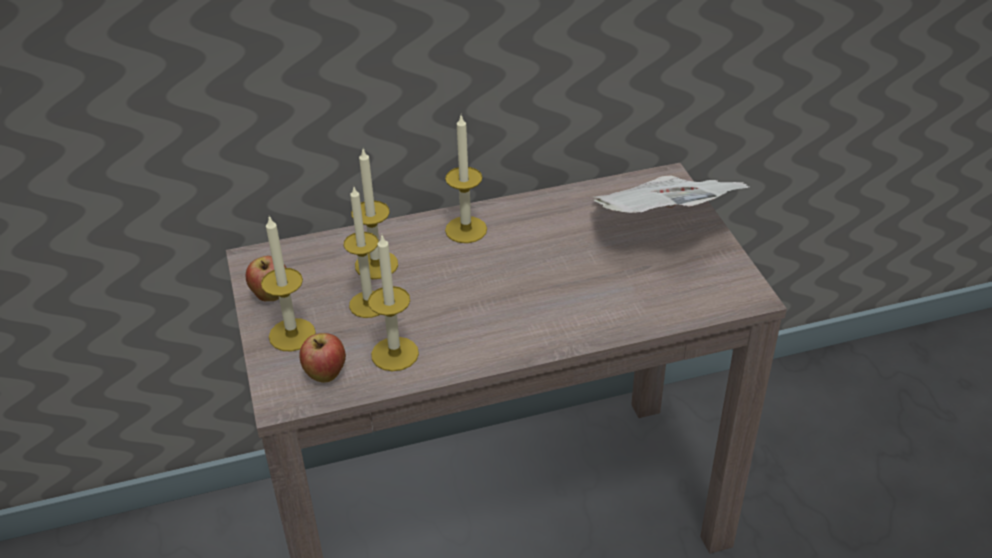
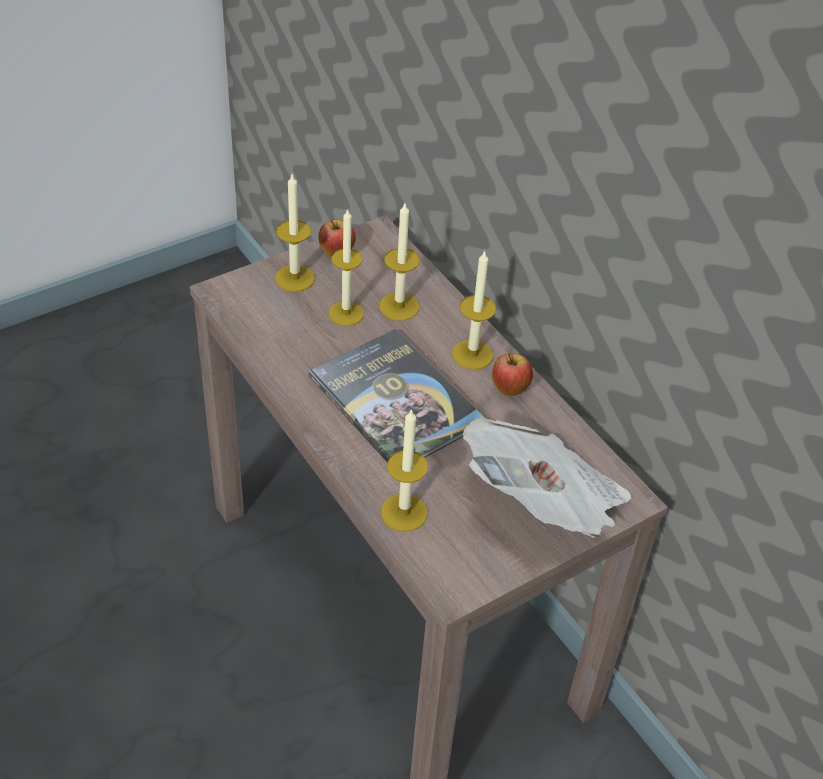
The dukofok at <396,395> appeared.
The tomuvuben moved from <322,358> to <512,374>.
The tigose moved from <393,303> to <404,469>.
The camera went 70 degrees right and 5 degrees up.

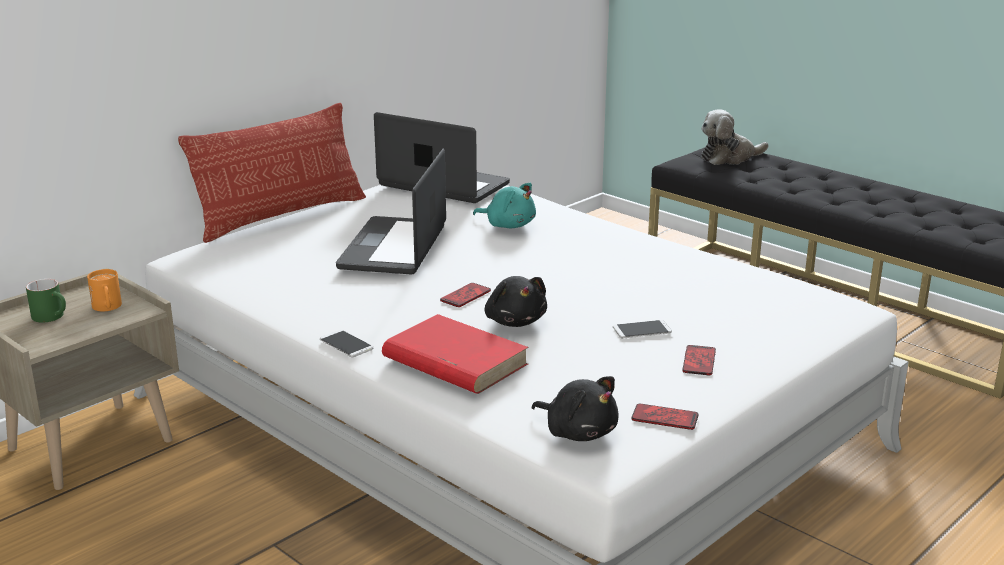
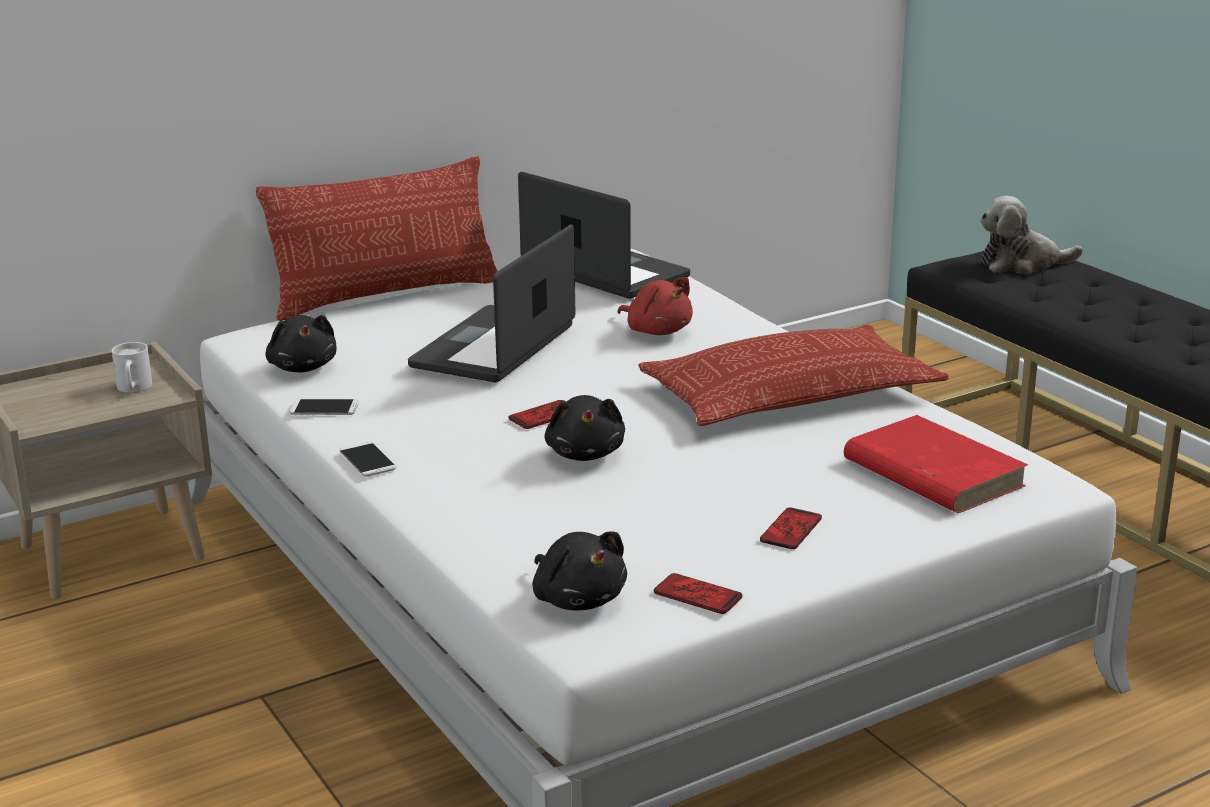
The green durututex at <46,300> disappeared.
The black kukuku at <301,343> appeared.
The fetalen at <793,375> appeared.
The red dukofok moved from <455,354> to <936,464>.
The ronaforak moved from <642,329> to <324,407>.
The orange durututex at <104,290> became the white durututex at <132,367>.
The turquoise kukuku at <504,205> became the red kukuku at <655,306>.
The camera went 15 degrees right and 0 degrees up.

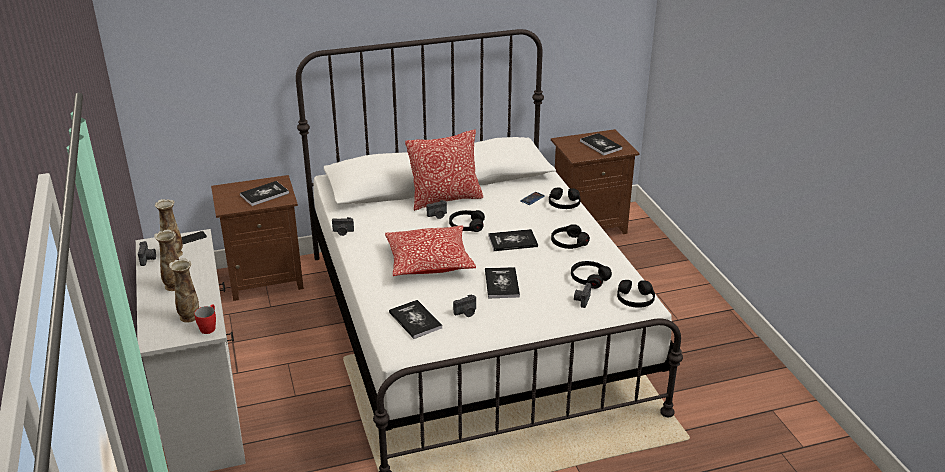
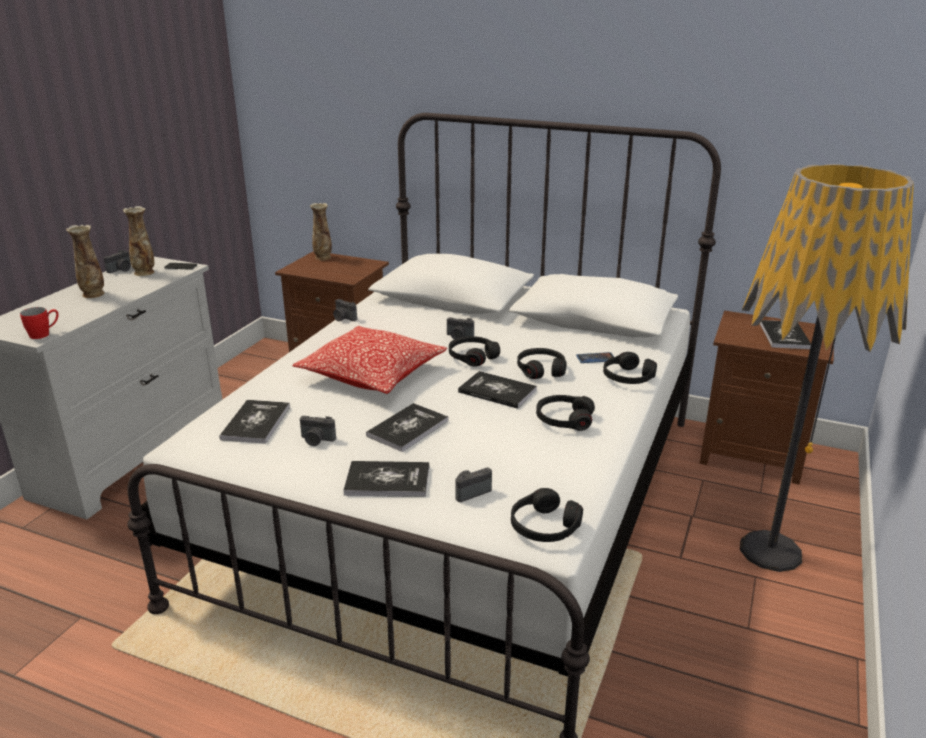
The fetalen at <444,170> disappeared.
The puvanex at <827,368> appeared.
The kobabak moved from <184,290> to <321,231>.
The dukofok moved from <264,193> to <386,479>.
The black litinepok moved from <591,275> to <542,363>.
The camera went 40 degrees right and 5 degrees down.

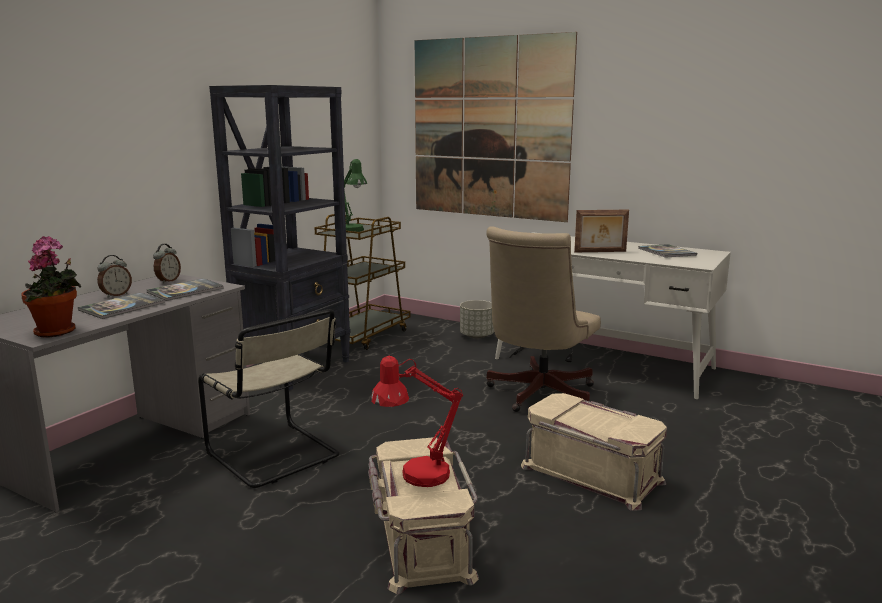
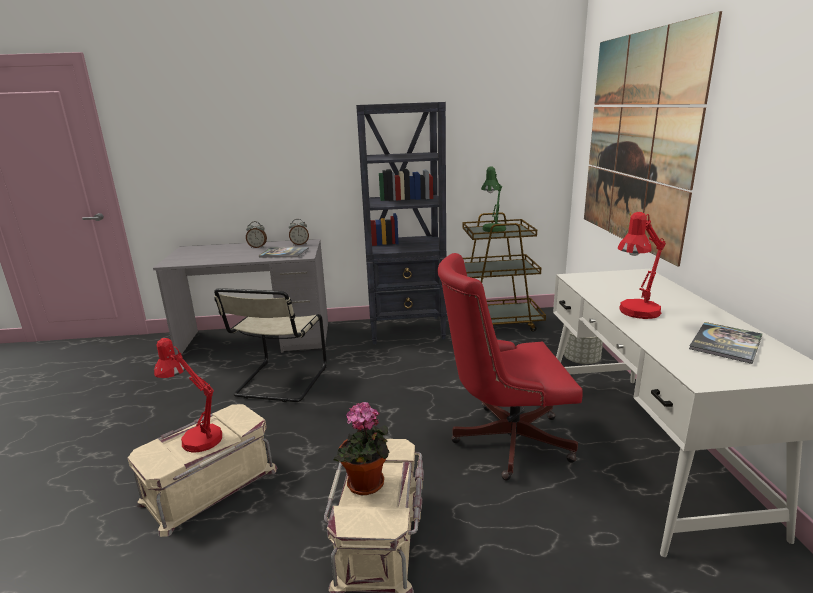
The dukofok at <121,305> disappeared.
The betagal moved from <51,287> to <362,448>.
The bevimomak at <601,231> was replaced by the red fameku at <642,265>.
The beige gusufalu at <543,319> became the red gusufalu at <509,367>.
The camera went 55 degrees right and 5 degrees up.

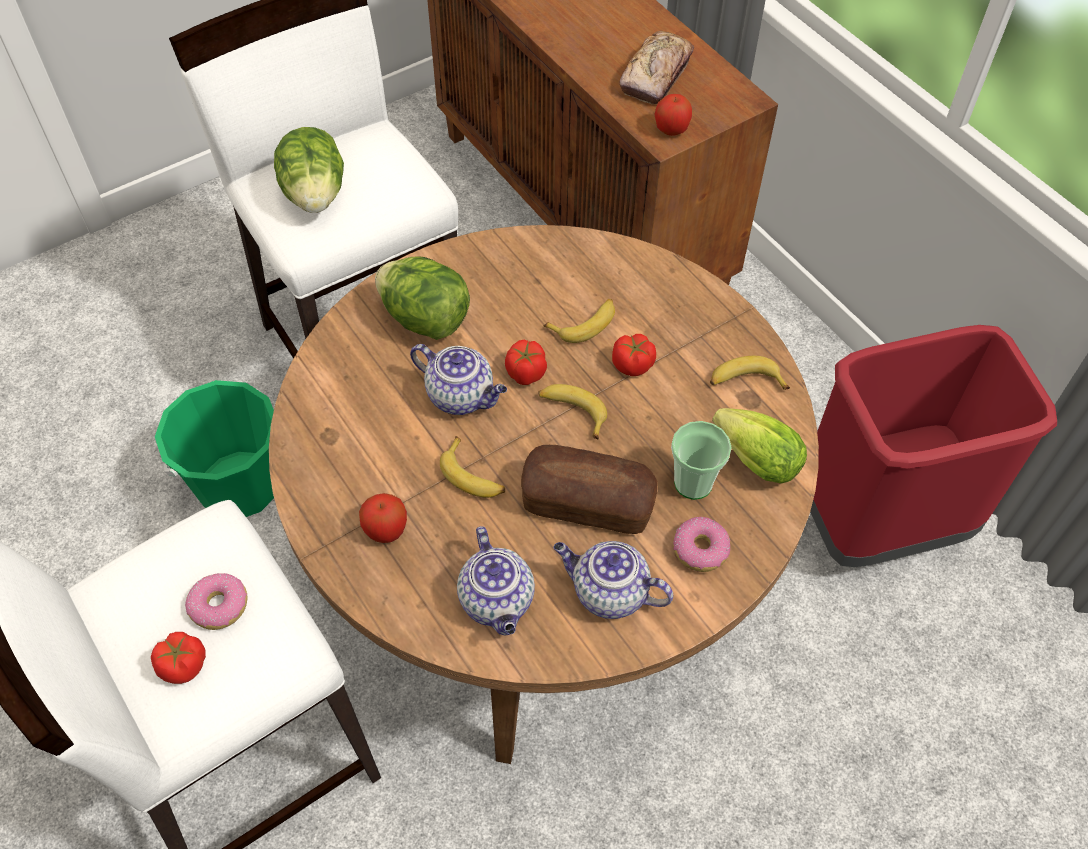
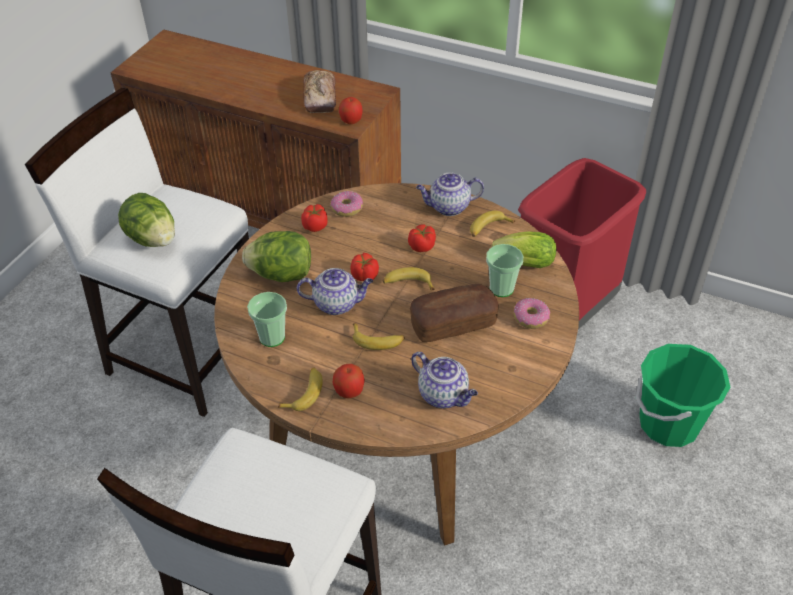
The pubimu at <267,319> appeared.
The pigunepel moved from <178,658> to <314,218>.
The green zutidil moved from <214,448> to <683,395>.
The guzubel moved from <216,601> to <347,204>.
The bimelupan moved from <579,321> to <300,389>.
The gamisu moved from <613,580> to <450,194>.
The camera went 30 degrees left and 10 degrees down.

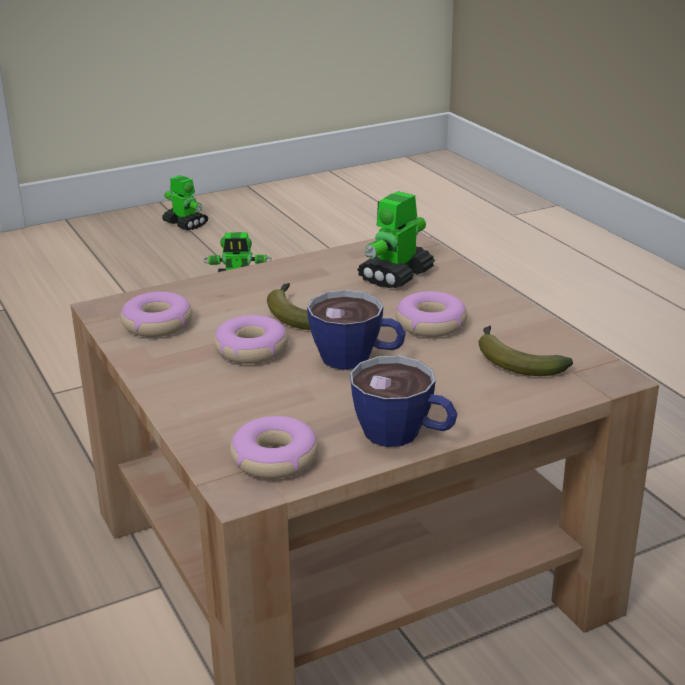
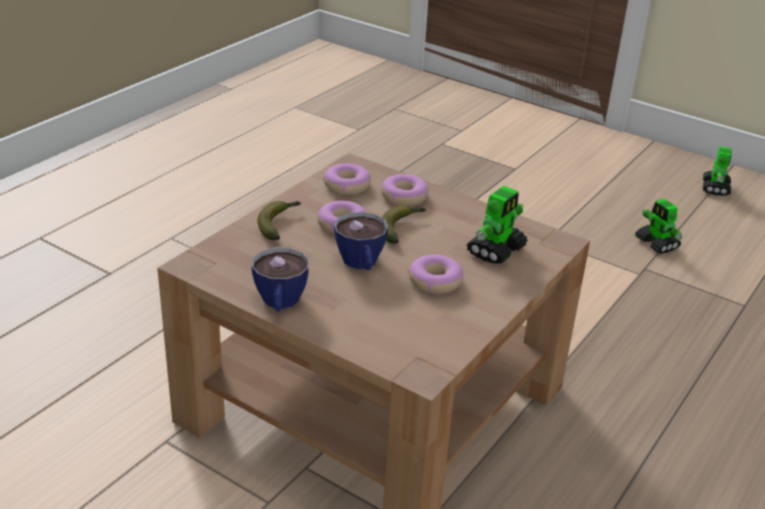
The guzubel moved from <274,447> to <405,190>.
The bimelupan moved from <526,351> to <279,220>.
The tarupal at <396,239> turned 120 degrees clockwise.
The camera went 60 degrees right and 5 degrees up.

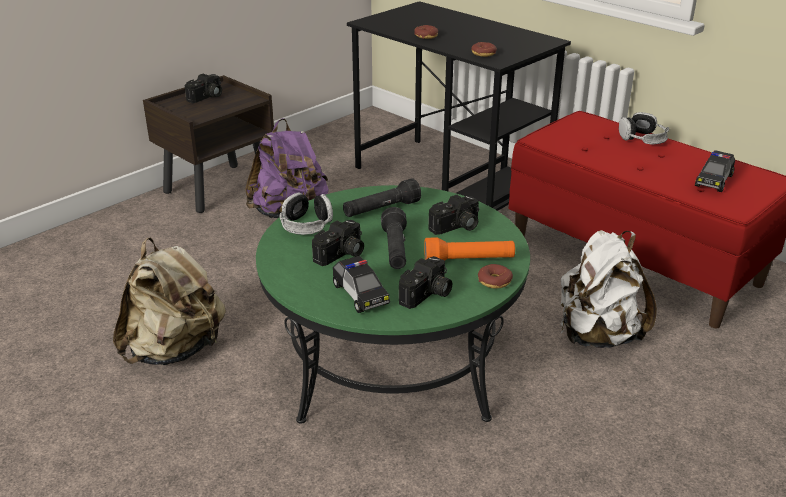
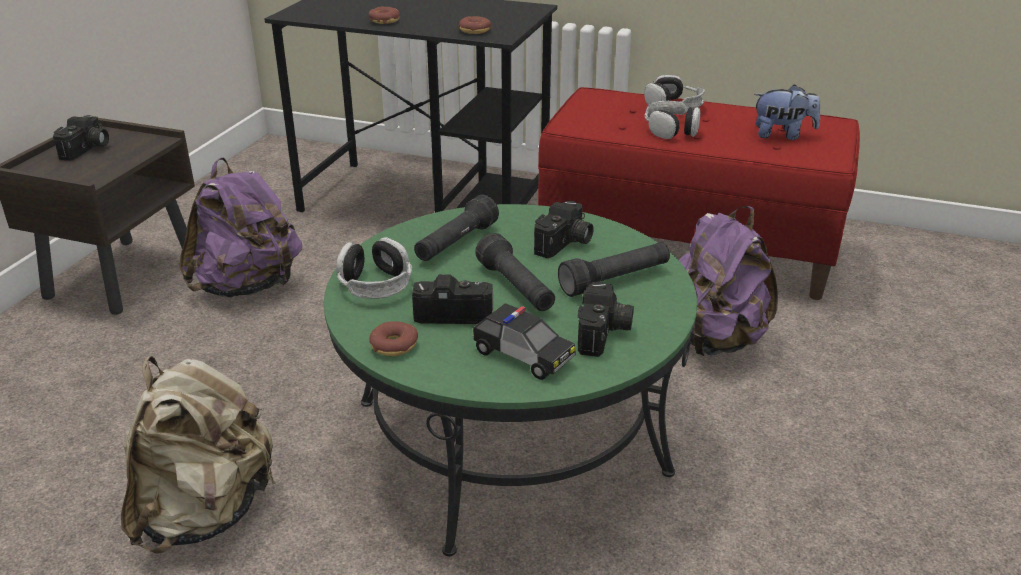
The litinepok at <672,120> appeared.
The guzubel moved from <495,276> to <393,338>.
The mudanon at <715,171> was replaced by the kukuku at <787,112>.
The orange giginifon at <469,248> became the black giginifon at <614,269>.
The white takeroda at <609,289> became the purple takeroda at <728,281>.
The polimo at <338,243> turned 105 degrees counterclockwise.
The camera went 25 degrees left and 0 degrees up.

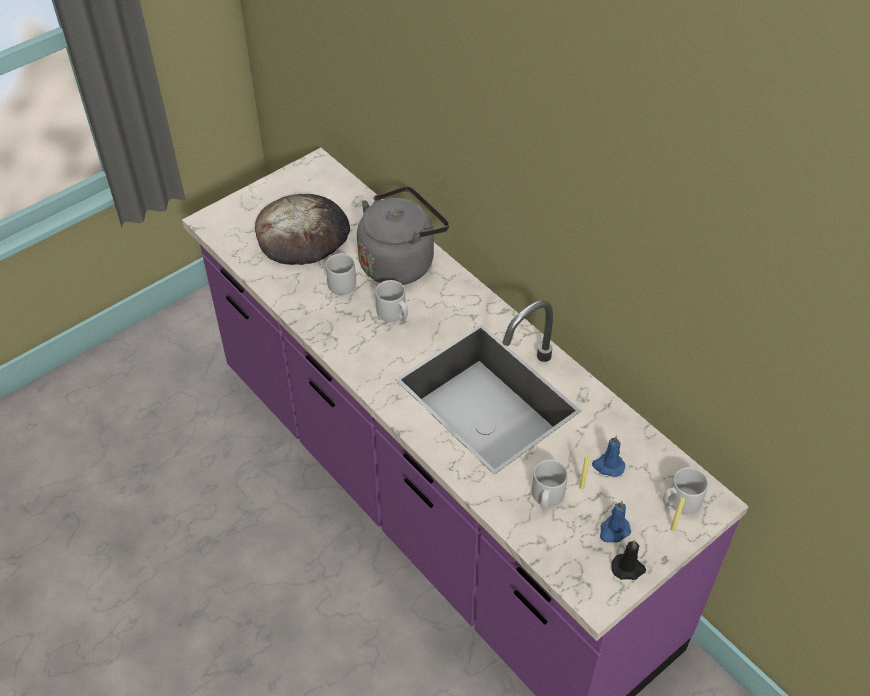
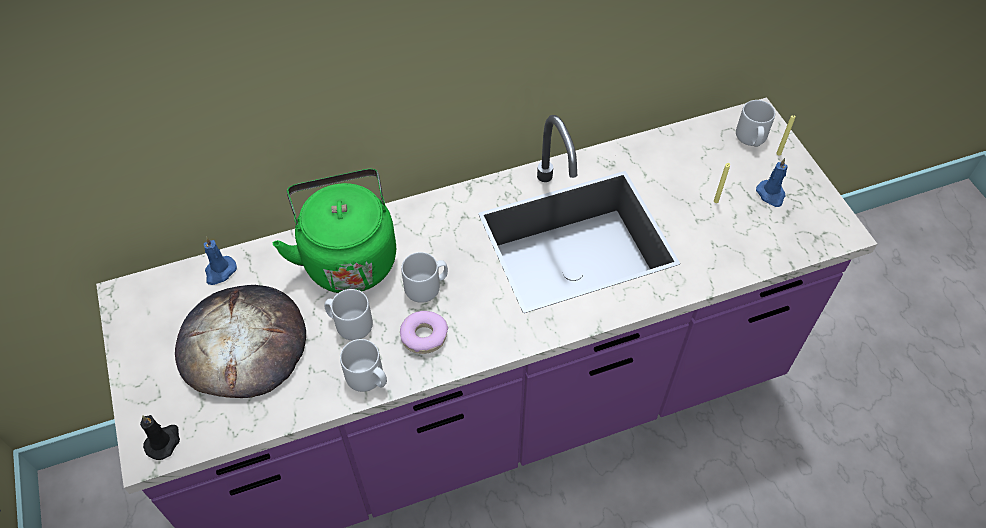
The guzubel at <424,332> appeared.
The grey durututex moved from <550,484> to <363,365>.
The blue tigose moved from <608,456> to <220,261>.
The black tigose moved from <628,560> to <160,437>.
The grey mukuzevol at <403,235> became the green mukuzevol at <334,231>.
The camera went 70 degrees left and 5 degrees up.

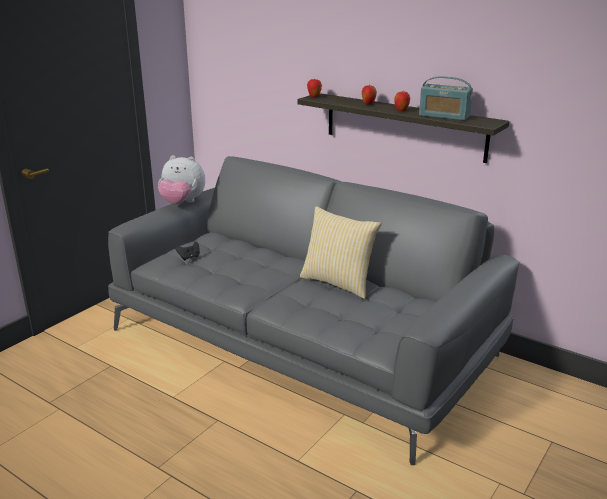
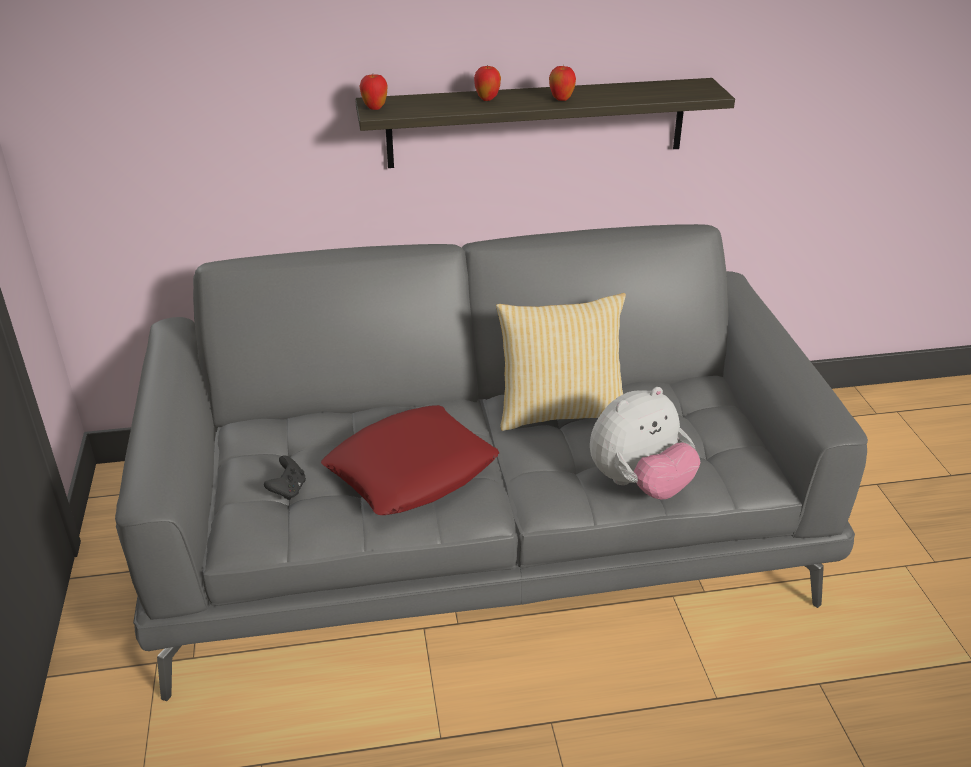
The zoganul at <446,98> disappeared.
The red fetalen at <410,460> appeared.
The kukuku moved from <181,180> to <645,443>.
The camera went 45 degrees left and 10 degrees up.

